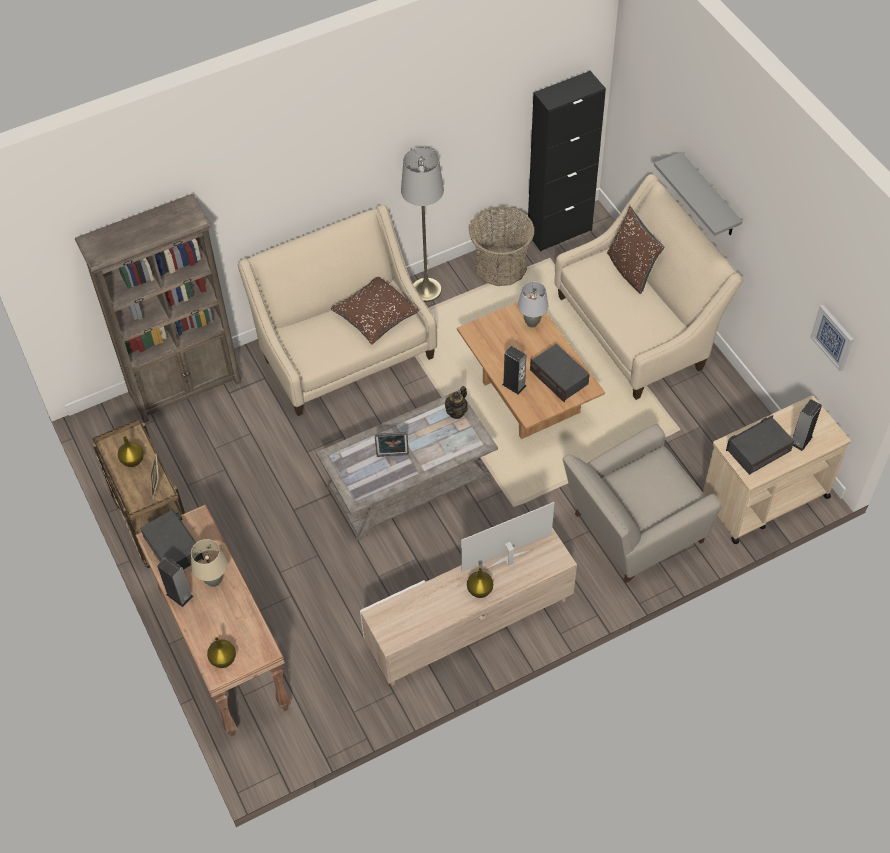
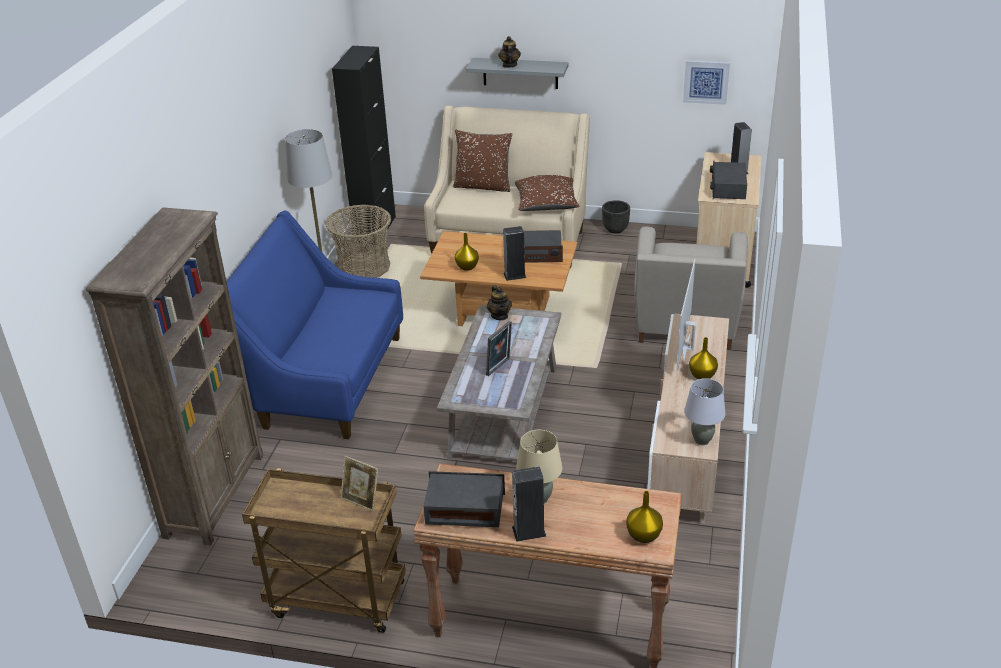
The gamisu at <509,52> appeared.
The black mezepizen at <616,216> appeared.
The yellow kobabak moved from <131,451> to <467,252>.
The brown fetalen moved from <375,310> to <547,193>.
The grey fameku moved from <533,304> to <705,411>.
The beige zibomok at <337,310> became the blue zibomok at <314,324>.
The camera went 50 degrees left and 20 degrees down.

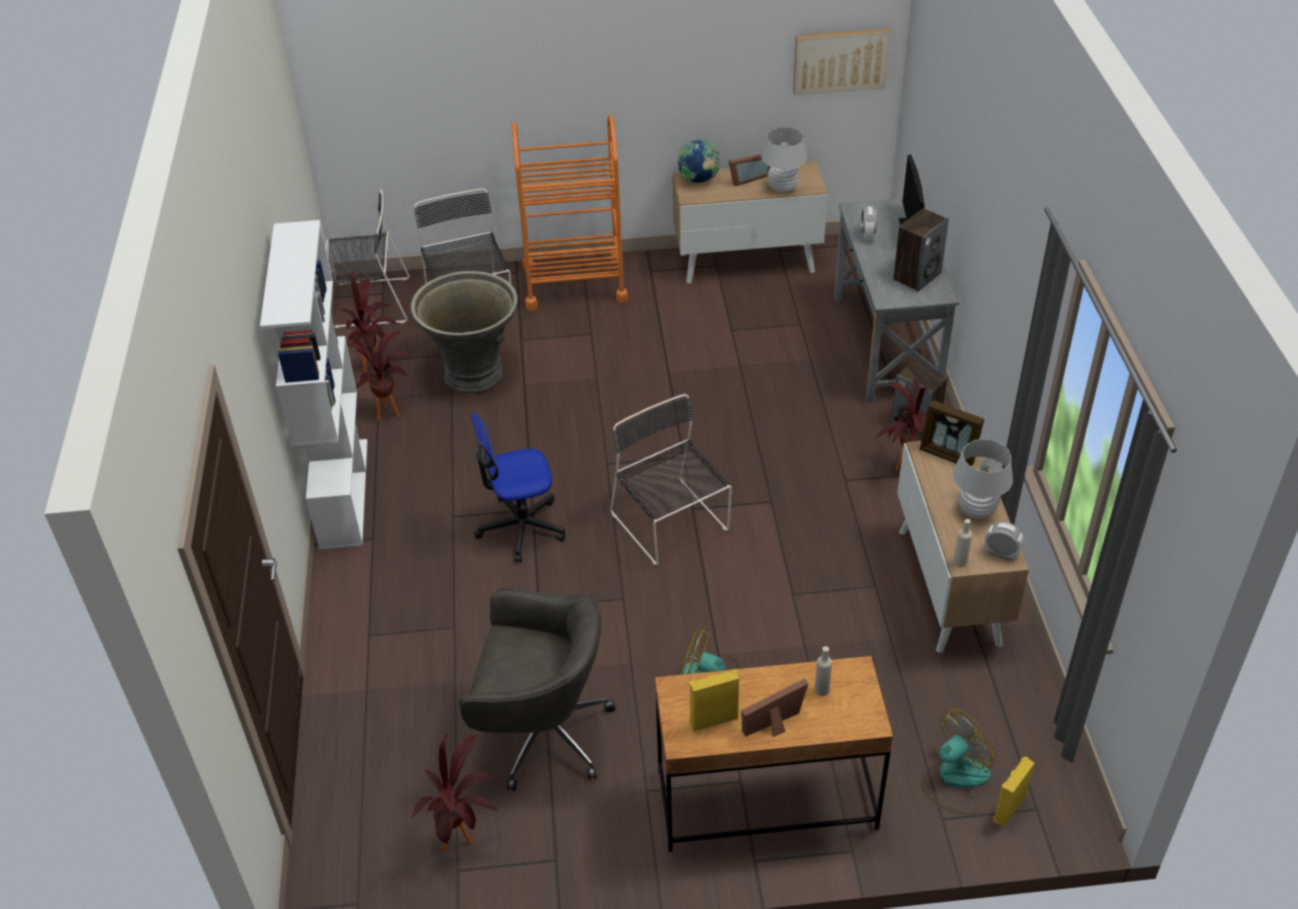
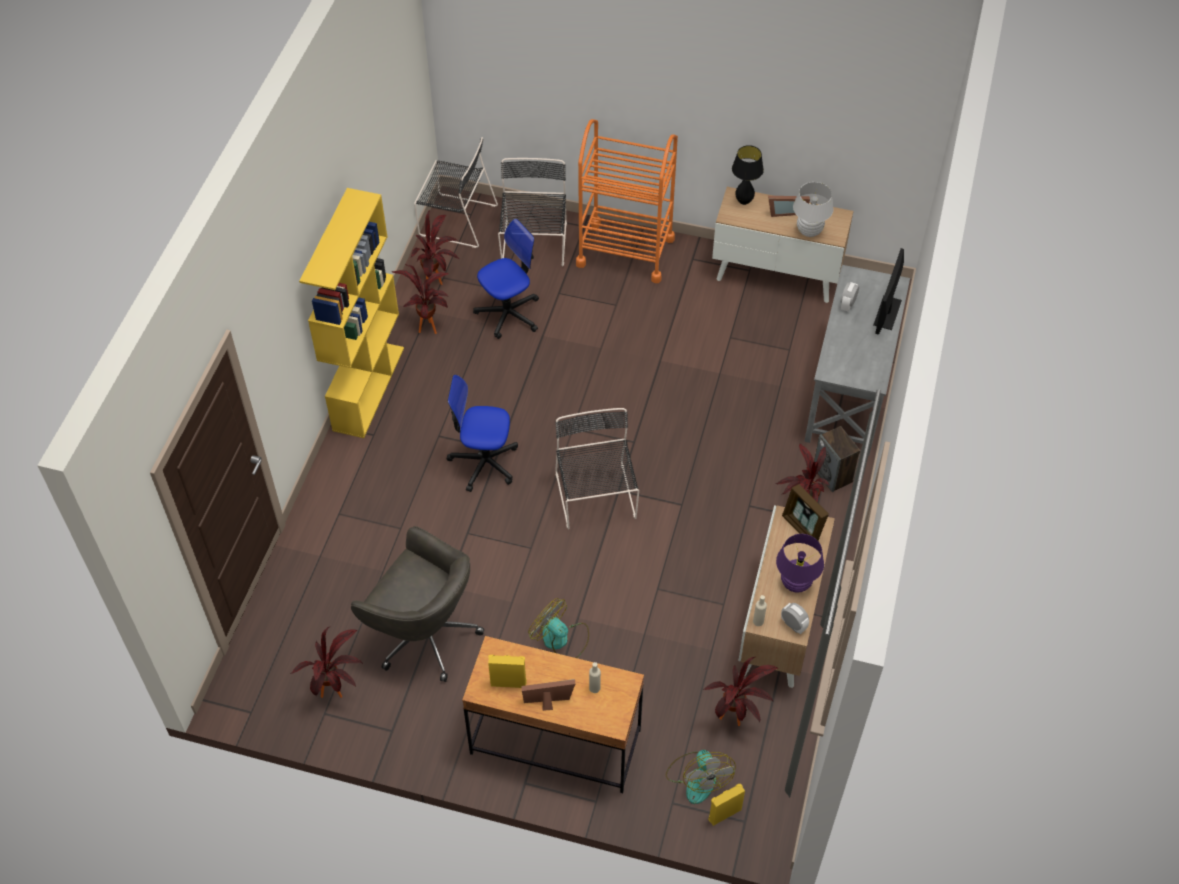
The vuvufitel at <842,62> disappeared.
The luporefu at <921,250> disappeared.
The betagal at <741,691> appeared.
The grey mezepizen at <464,332> was replaced by the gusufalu at <506,279>.
The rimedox at <699,161> was replaced by the black fameku at <748,175>.
The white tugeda at <314,385> became the yellow tugeda at <351,313>.
The white fameku at <983,479> became the purple fameku at <800,563>.
The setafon at <958,762> turned 90 degrees clockwise.
The camera went 20 degrees right and 10 degrees up.

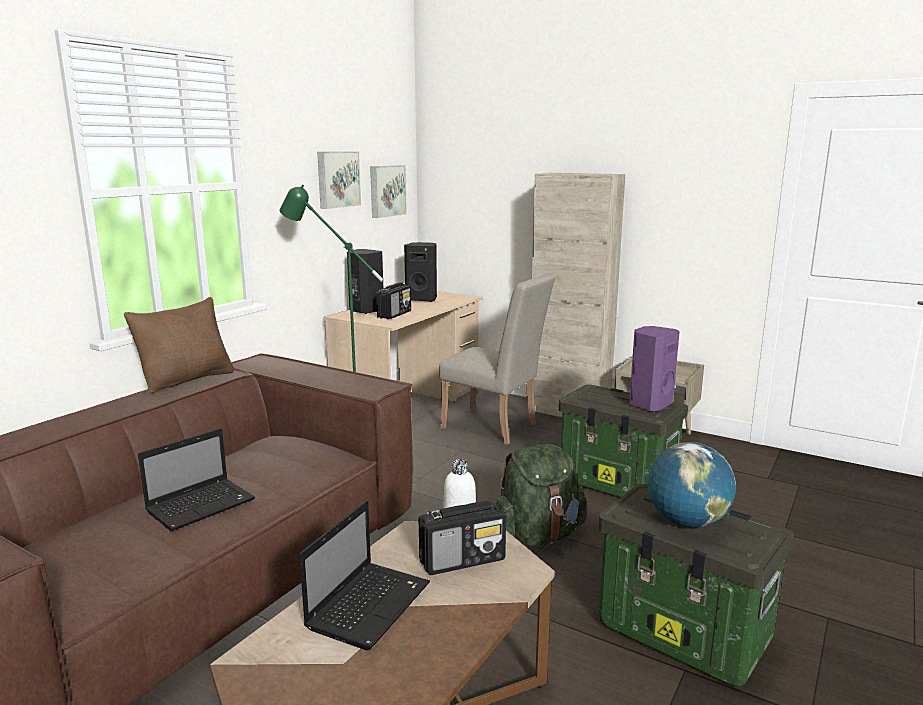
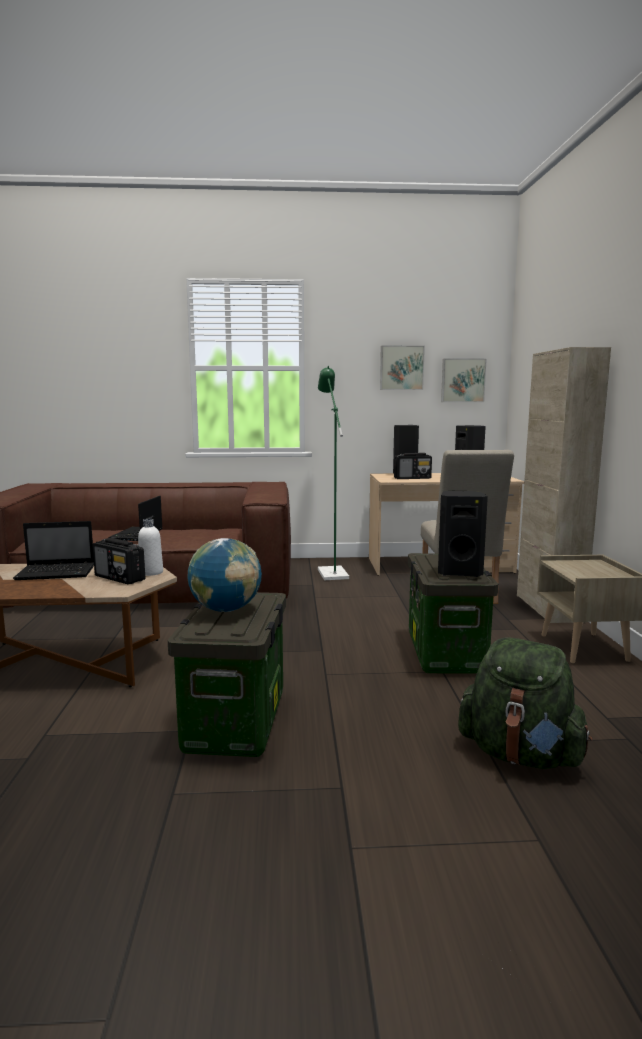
The brown fetalen at <179,345> disappeared.
The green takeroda moved from <541,495> to <525,703>.
The purple luporefu at <654,369> became the black luporefu at <463,534>.
The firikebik at <196,479> turned 90 degrees clockwise.
The camera went 55 degrees right and 5 degrees down.

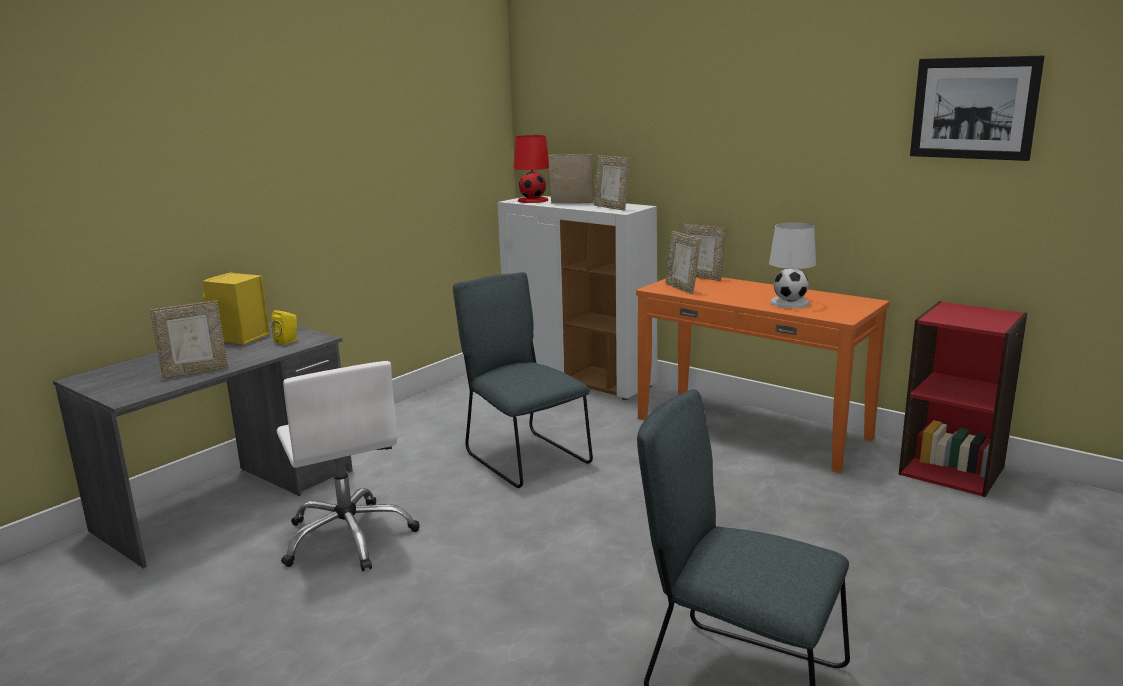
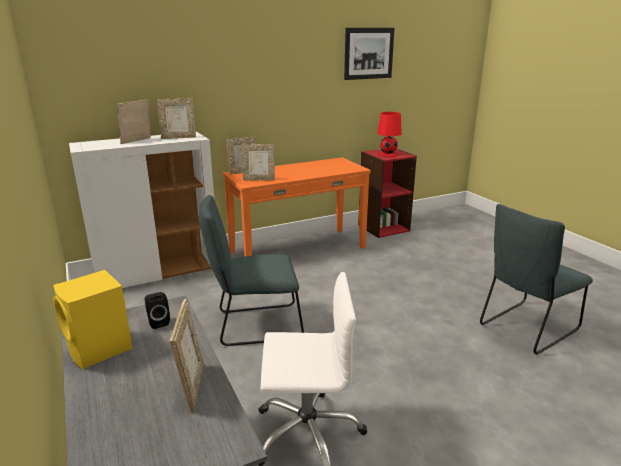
The white fameku at <792,265> disappeared.
The red fameku moved from <531,169> to <390,134>.
The yellow luporefu at <284,327> became the black luporefu at <157,310>.
The camera went 65 degrees left and 5 degrees up.

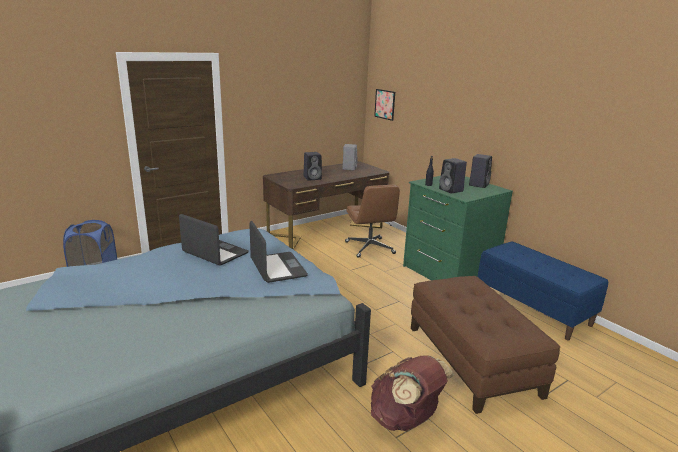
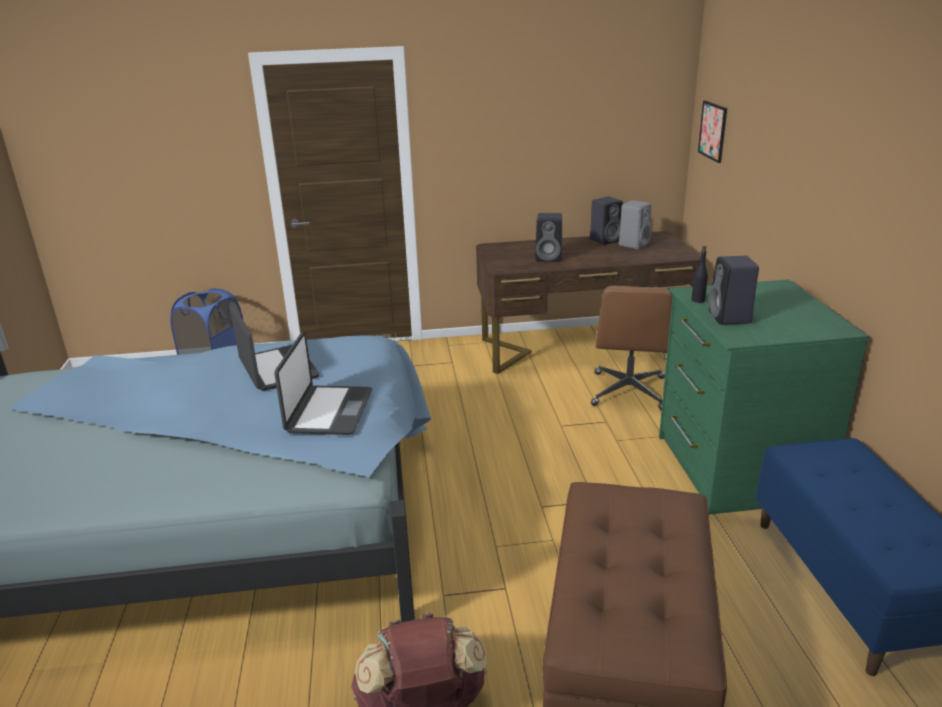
The black luporefu moved from <480,171> to <606,221>.
The camera went 30 degrees right and 5 degrees up.

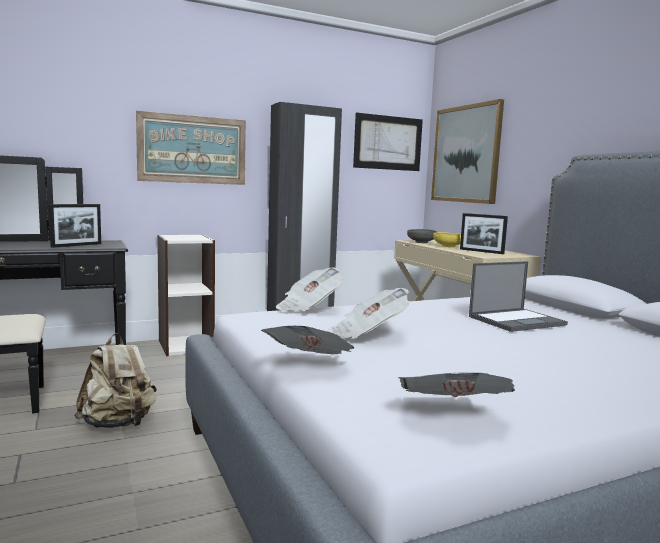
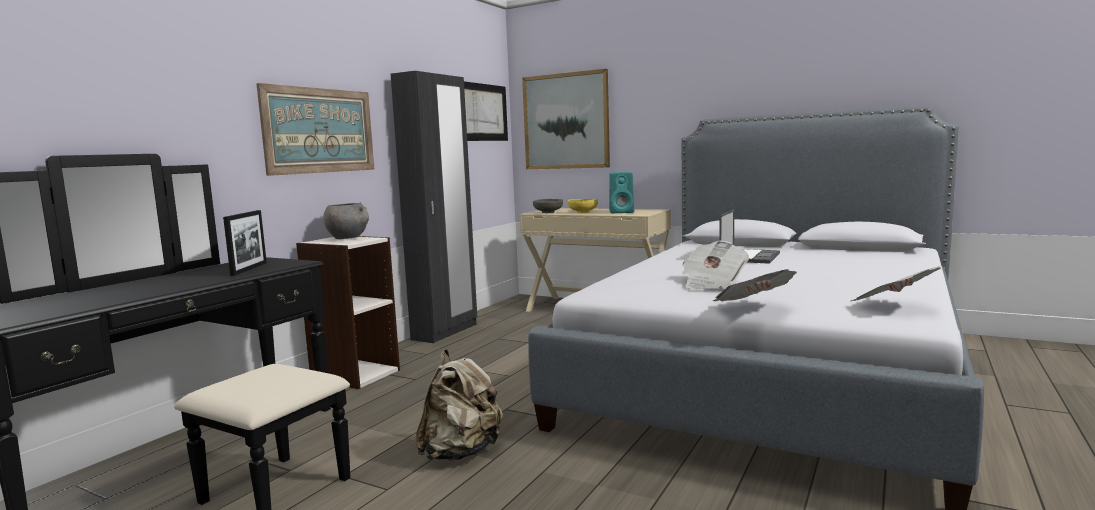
The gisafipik at <310,289> disappeared.
The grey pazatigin at <346,221> appeared.
The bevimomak at <484,233> was replaced by the turquoise luporefu at <621,192>.
The camera went 35 degrees left and 0 degrees up.

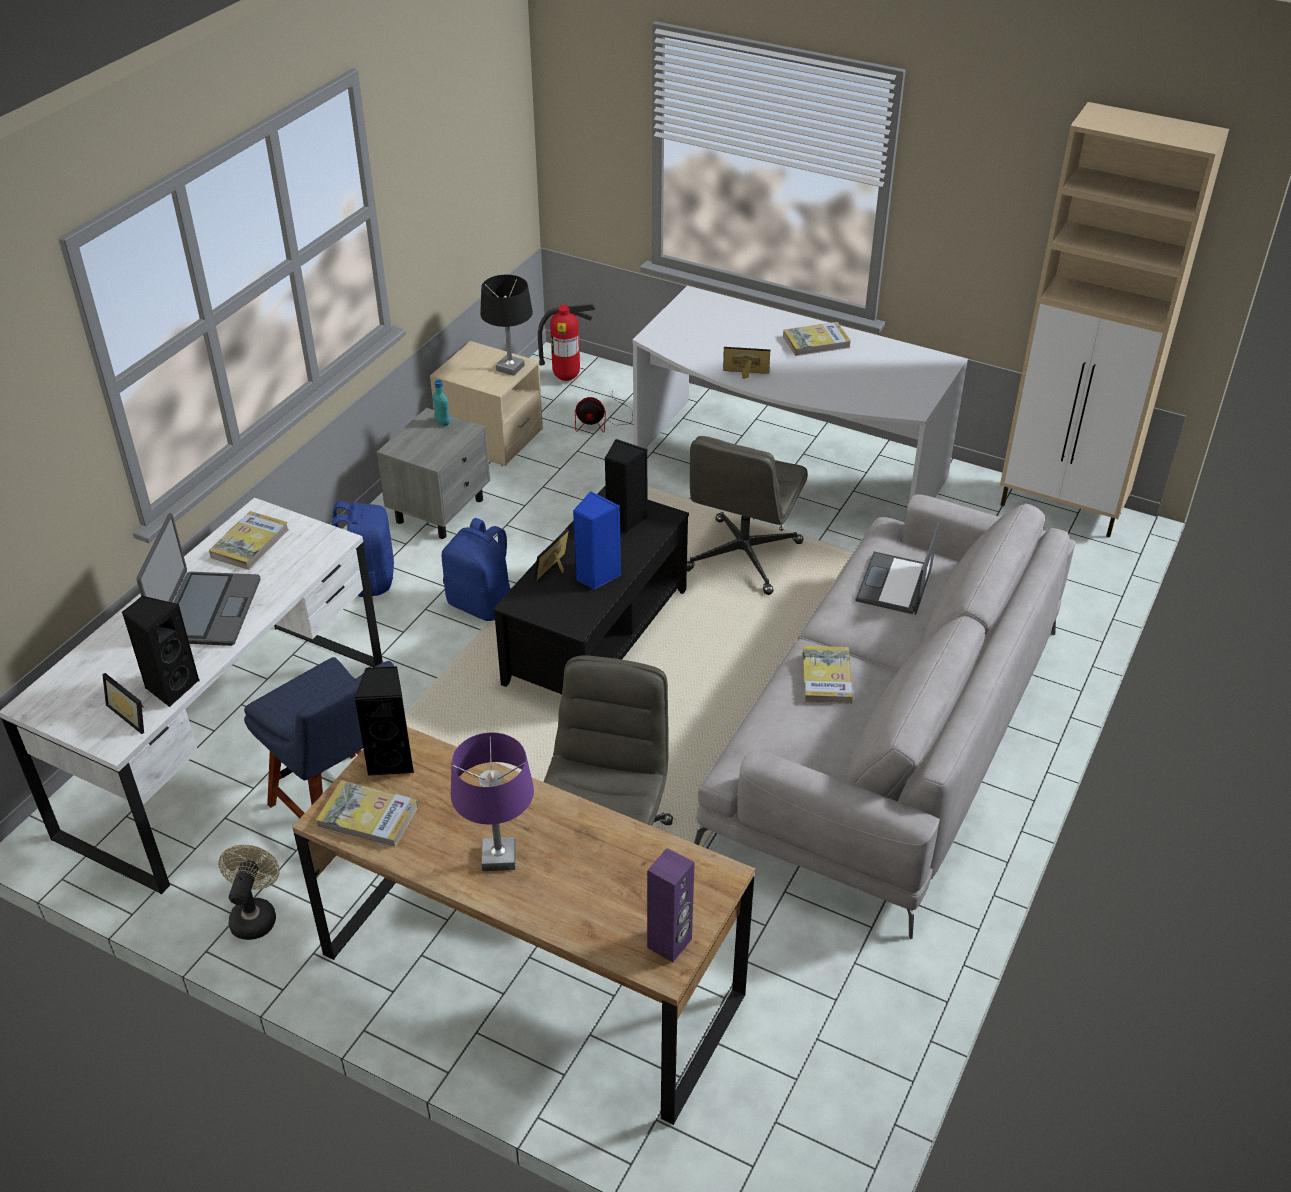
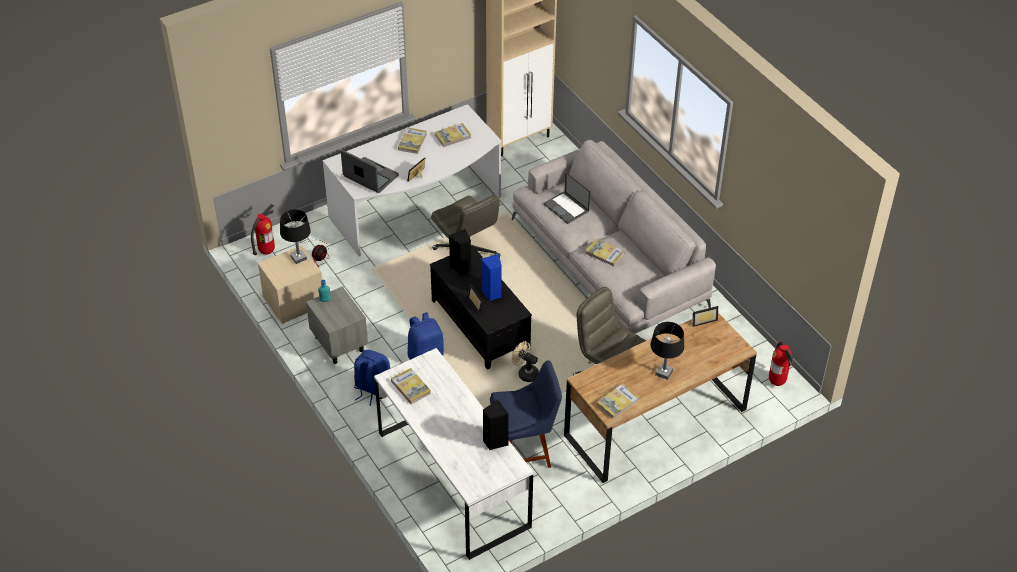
The black luporefu at <384,721> disappeared.
The purple luporefu at <671,905> disappeared.
The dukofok at <453,135> appeared.
The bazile at <781,364> appeared.
The bevimomak moved from <123,703> to <705,316>.
The firikebik moved from <198,579> to <370,171>.
The beige setafon moved from <249,892> to <525,361>.
The purple fameku at <492,801> became the black fameku at <667,351>.
The camera went 60 degrees left and 5 degrees up.

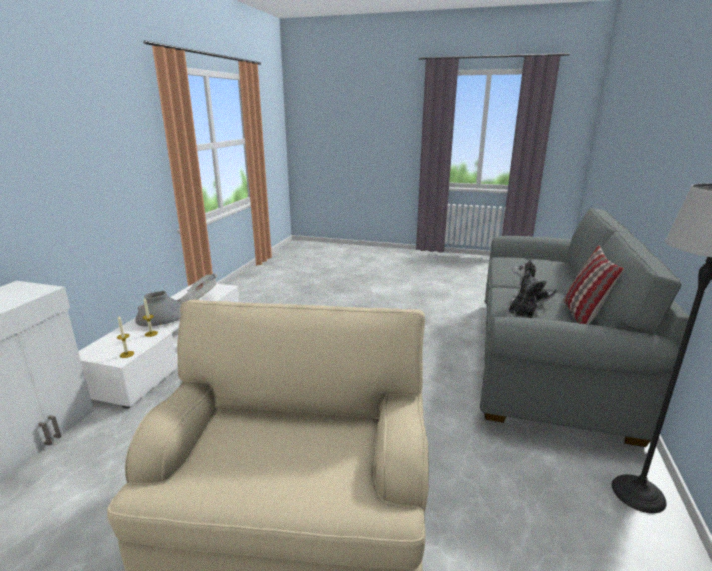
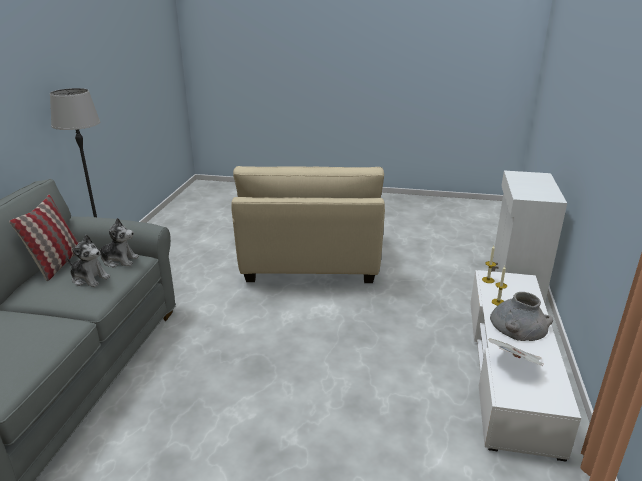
The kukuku at <526,294> turned 120 degrees counterclockwise.
The camera went 175 degrees right and 5 degrees up.

